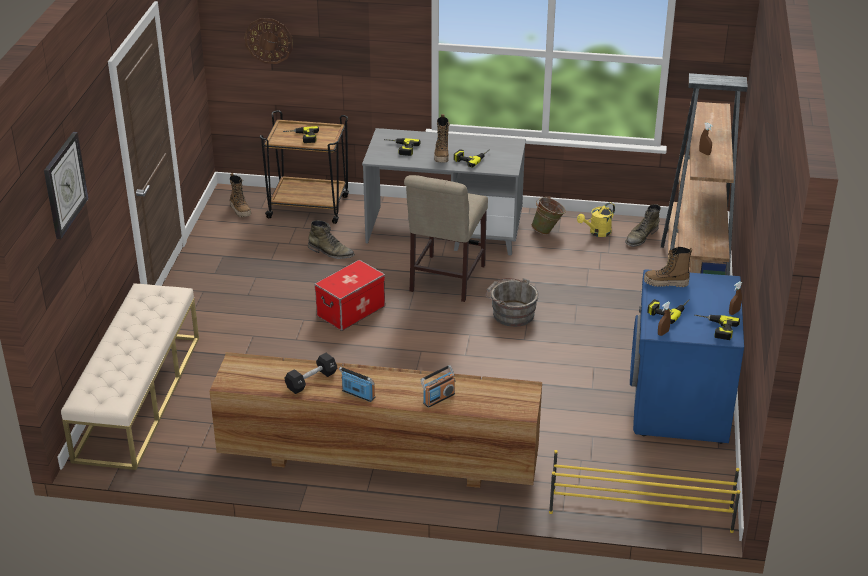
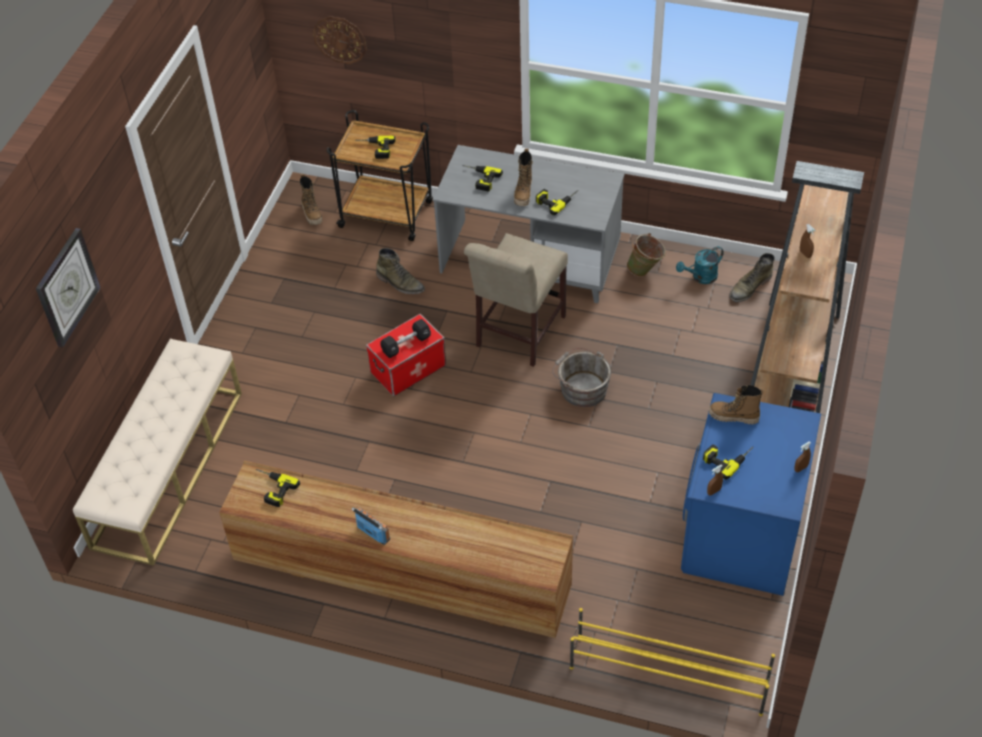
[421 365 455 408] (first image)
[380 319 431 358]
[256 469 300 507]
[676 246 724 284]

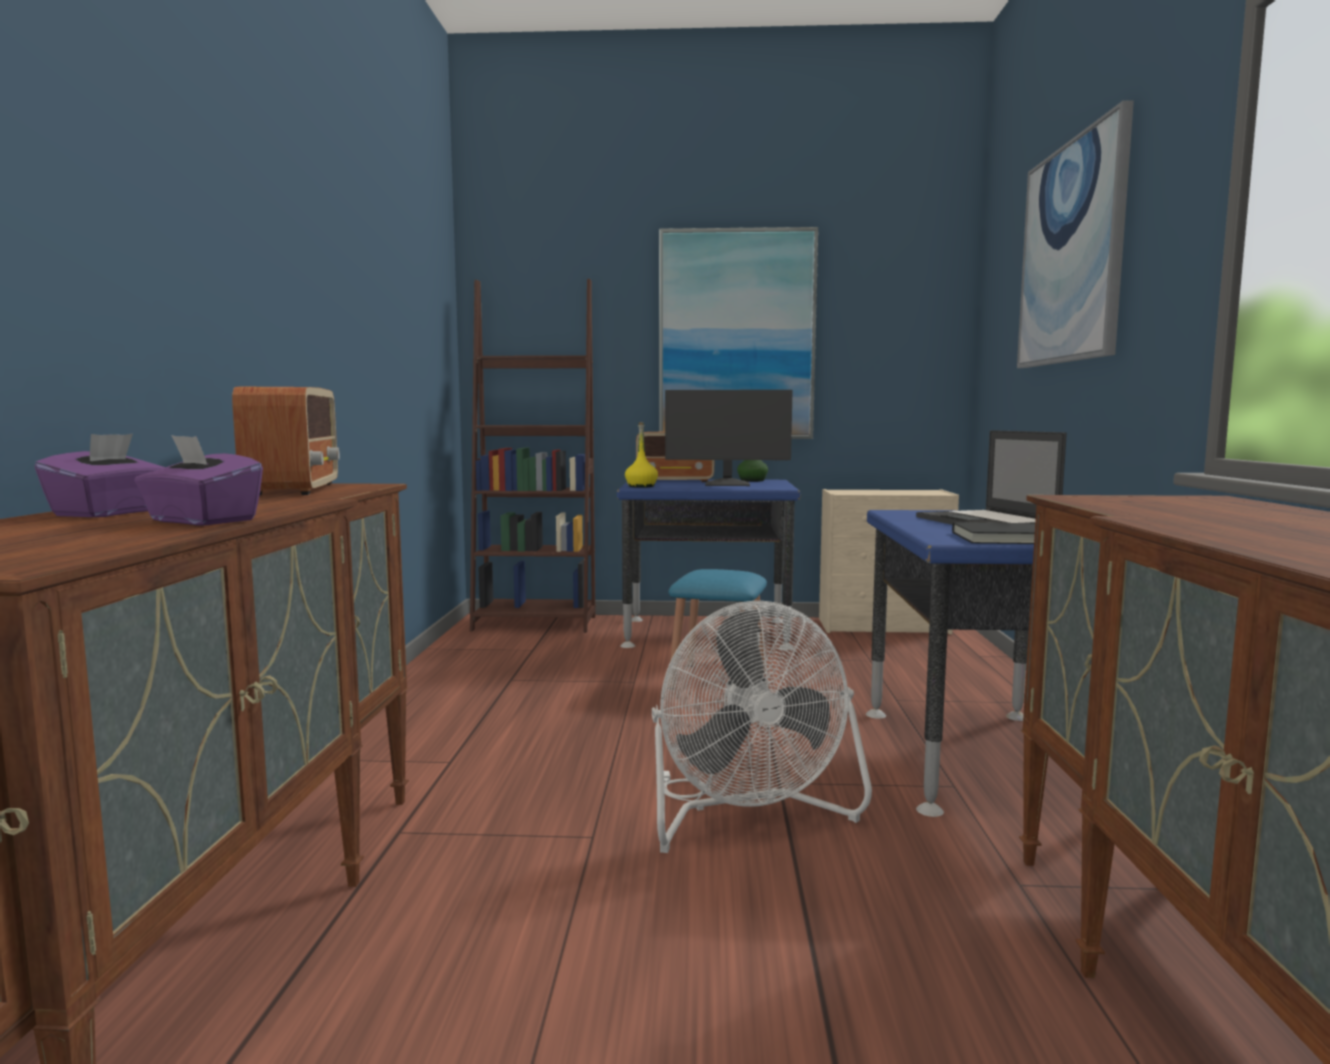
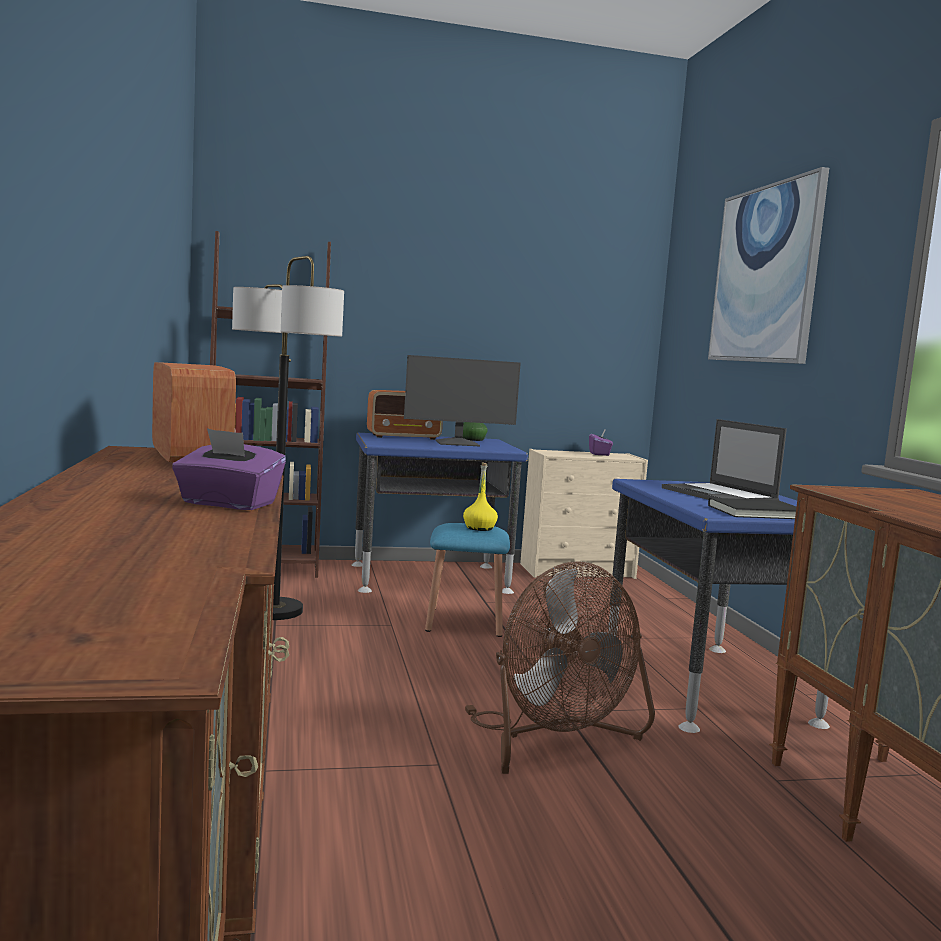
[659 227 818 439] (first image)
[232 256 344 620]
[589 429 613 456]
[463 463 498 531]
[465 562 655 774]

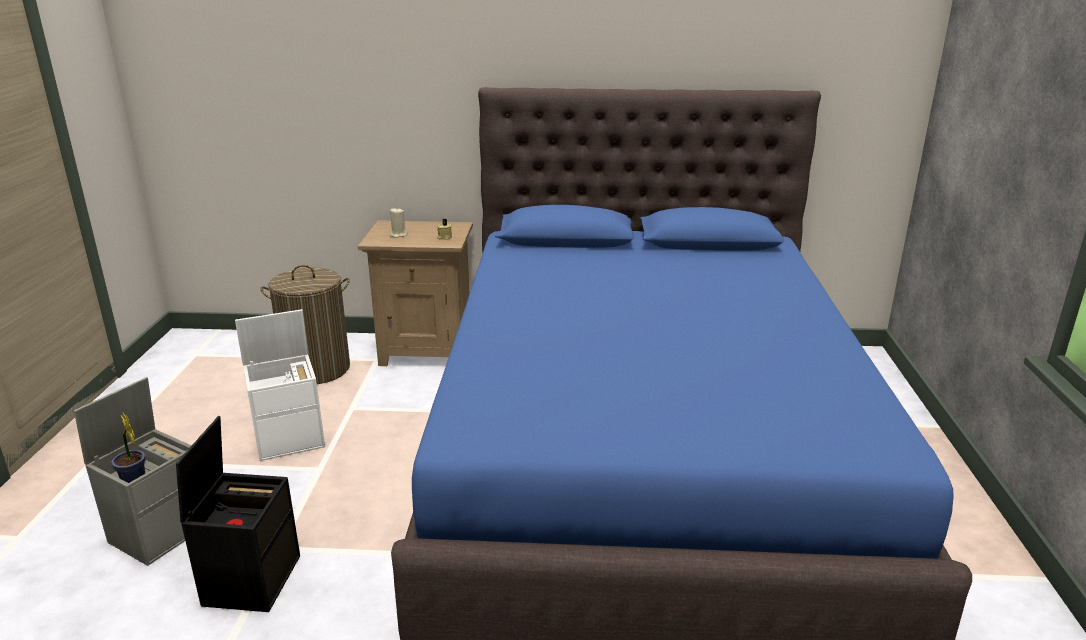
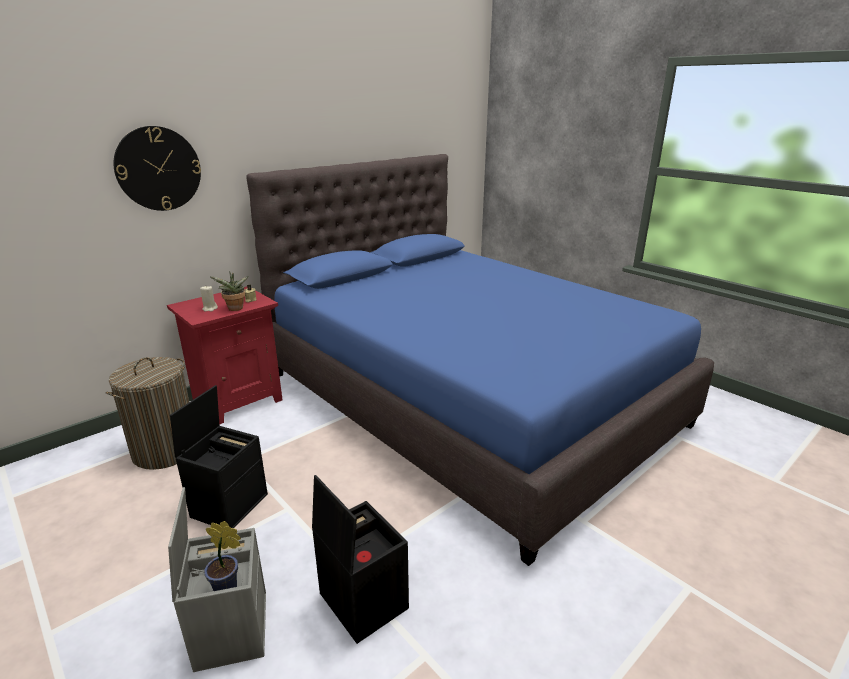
[114 126 201 211]
[210 271 249 311]
[170 385 268 528]
[167 287 283 425]

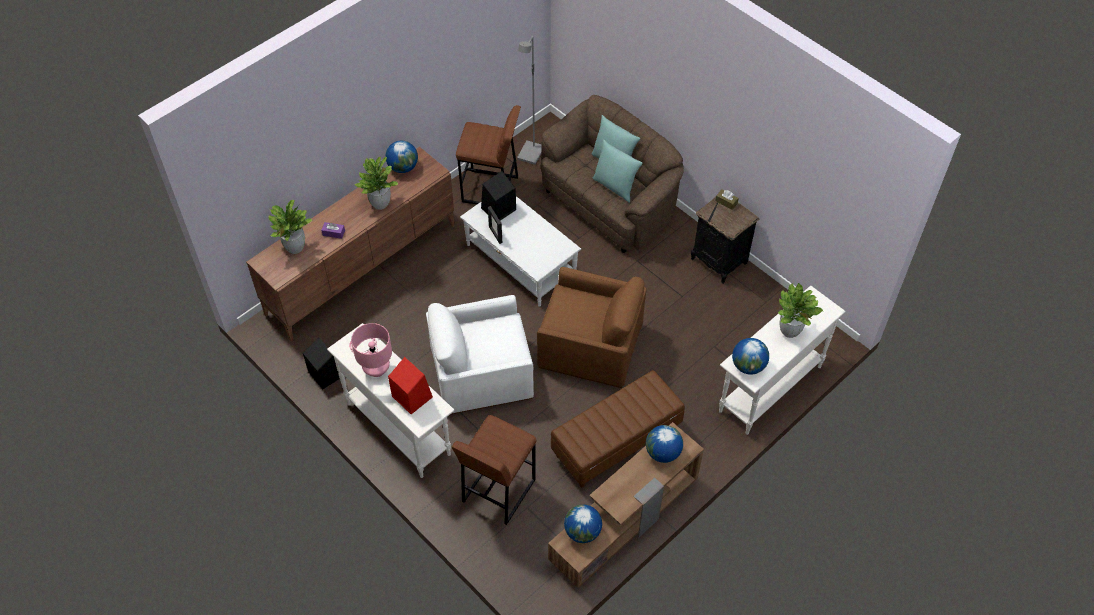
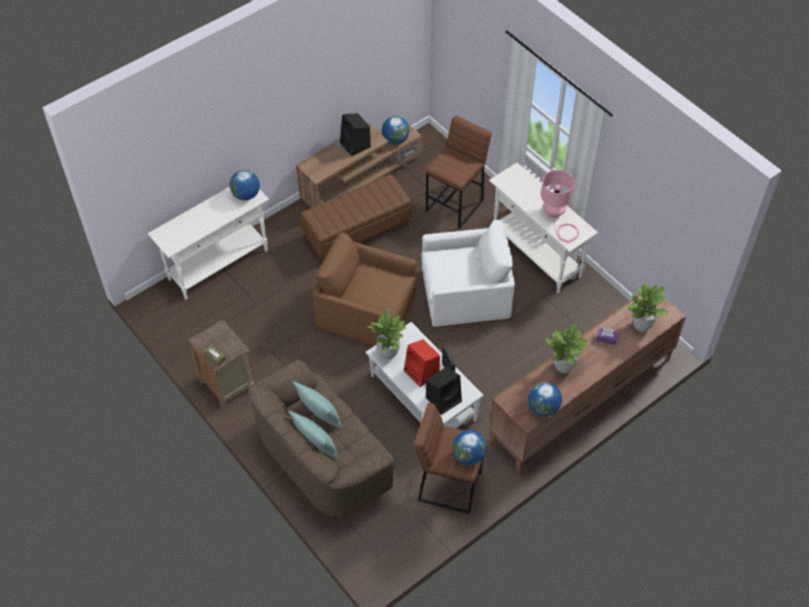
[517 36 542 165] (first image)
[340 113 371 156]
[404 339 440 387]
[452 430 487 465]
[367 308 407 359]
[188 320 254 409]

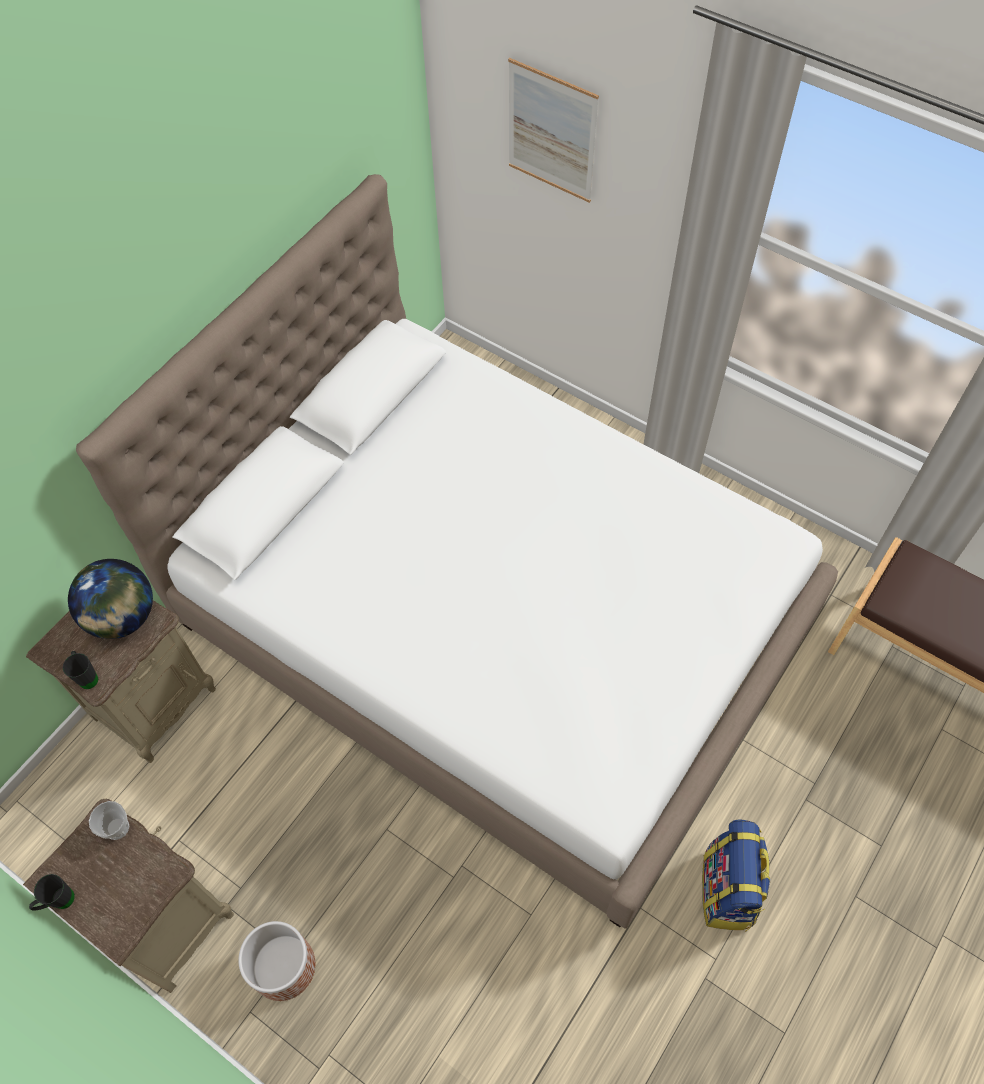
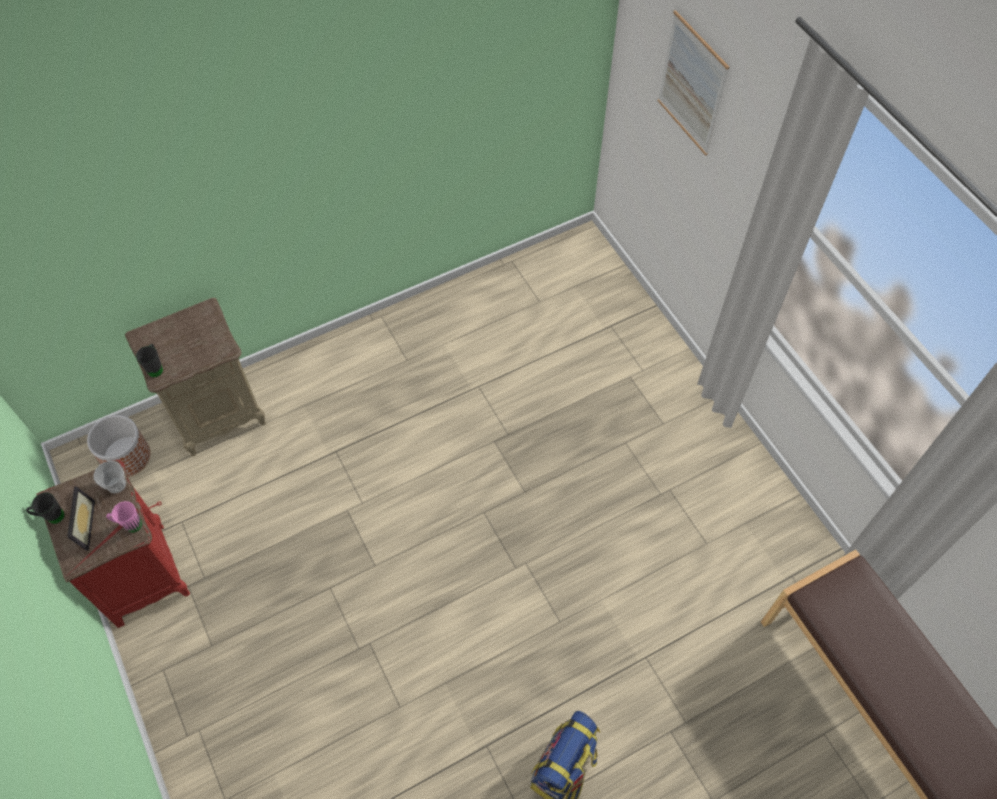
[68 559 153 639] (first image)
[76 174 838 929] (first image)
[67 486 95 551]
[106 501 142 533]
[87 415 150 477]
[37 460 190 628]

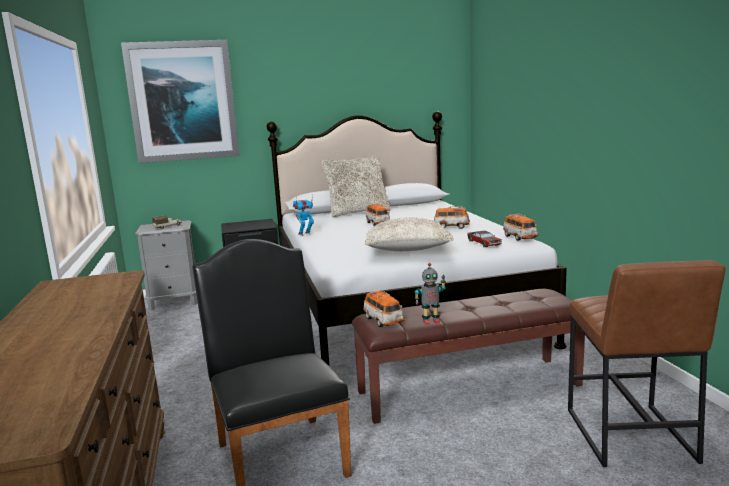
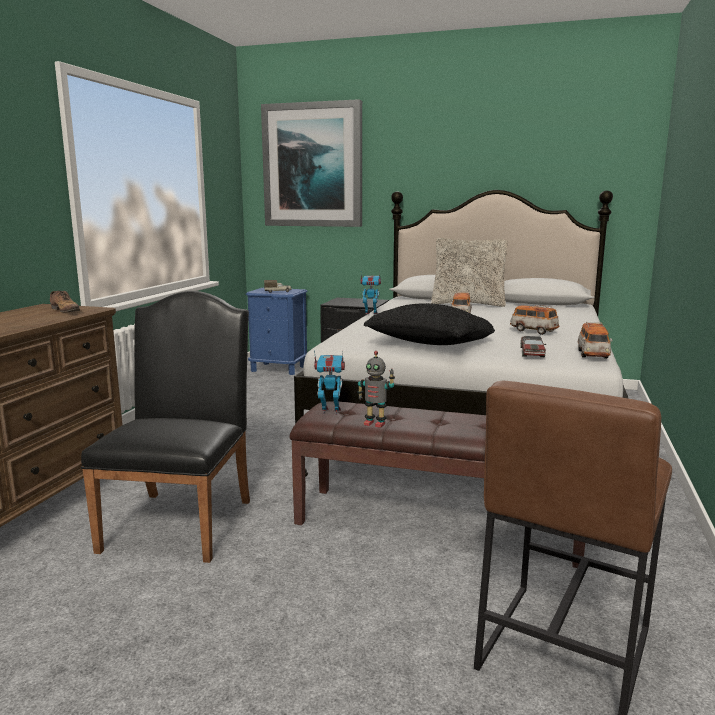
[50 291 80 312]
[314 350 345 415]
[246 288 308 375]
[364 303 495 345]

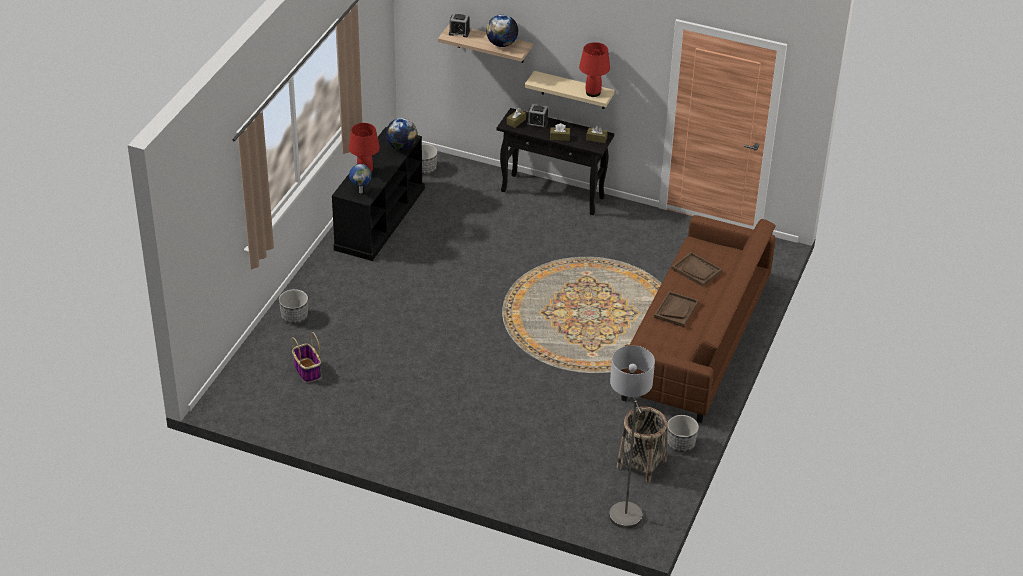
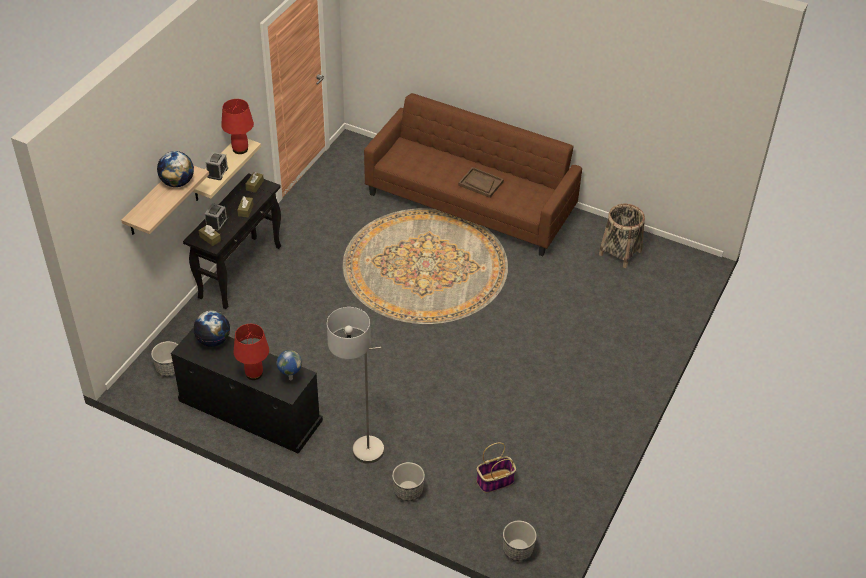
[671 252 722 287] (first image)
[205 152 228 180]
[327 307 384 464]
[503 521 537 561]

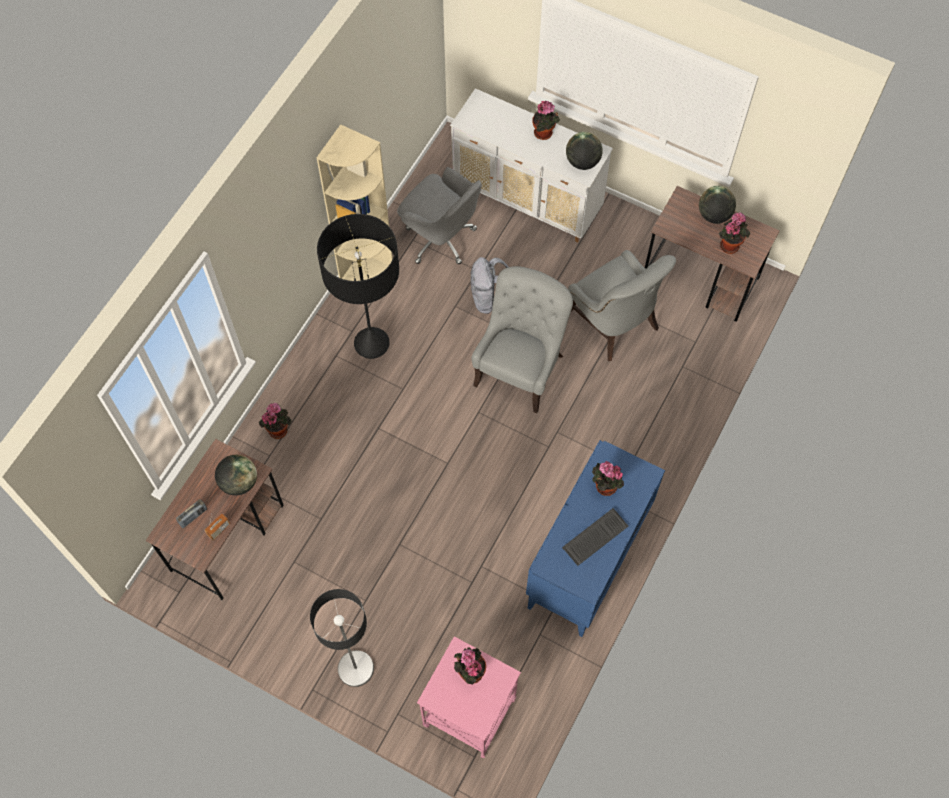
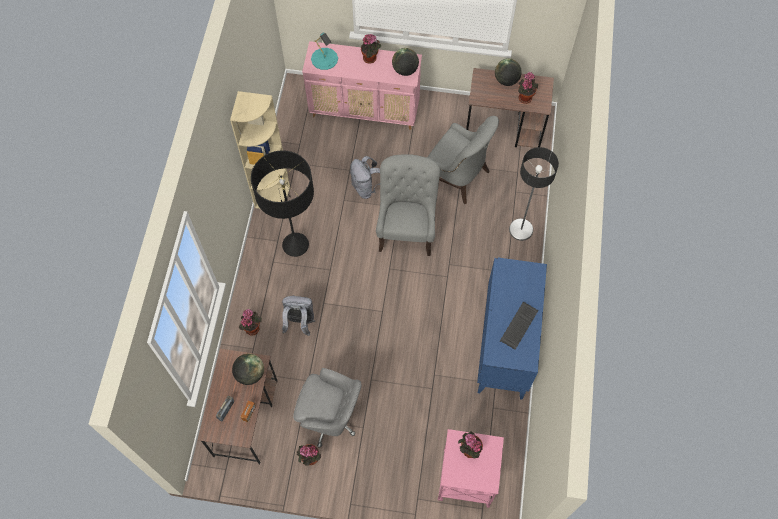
[282 295 315 336]
[311 32 338 70]
[509 147 559 241]
[293 368 361 448]
[297 444 322 466]
[302 41 422 130]

